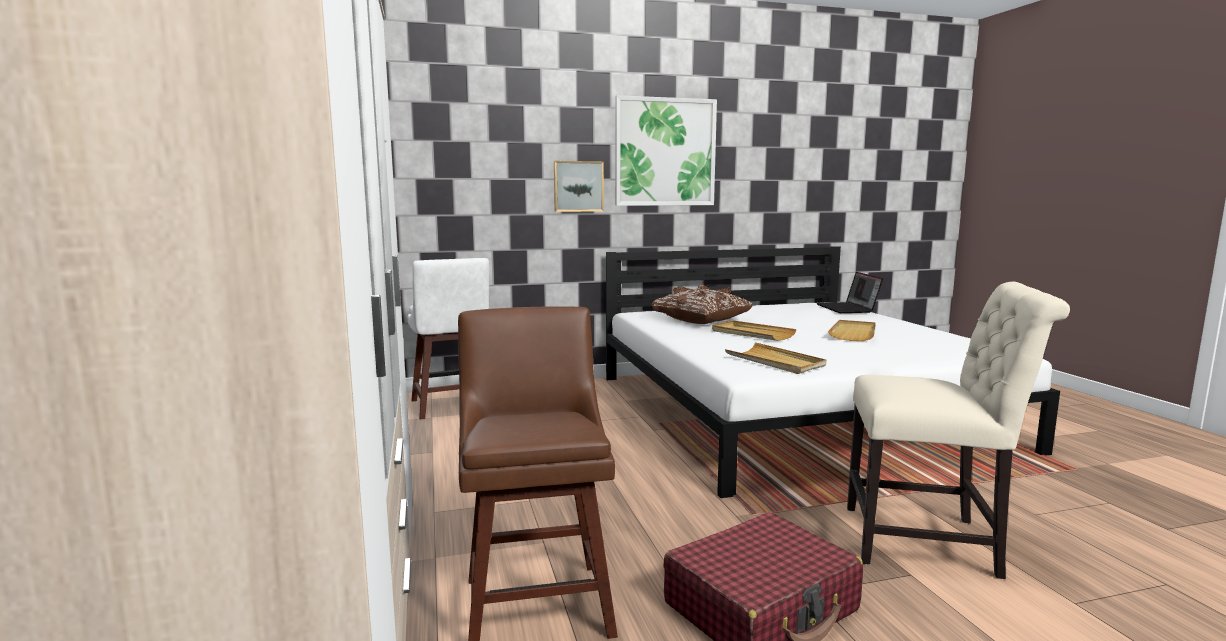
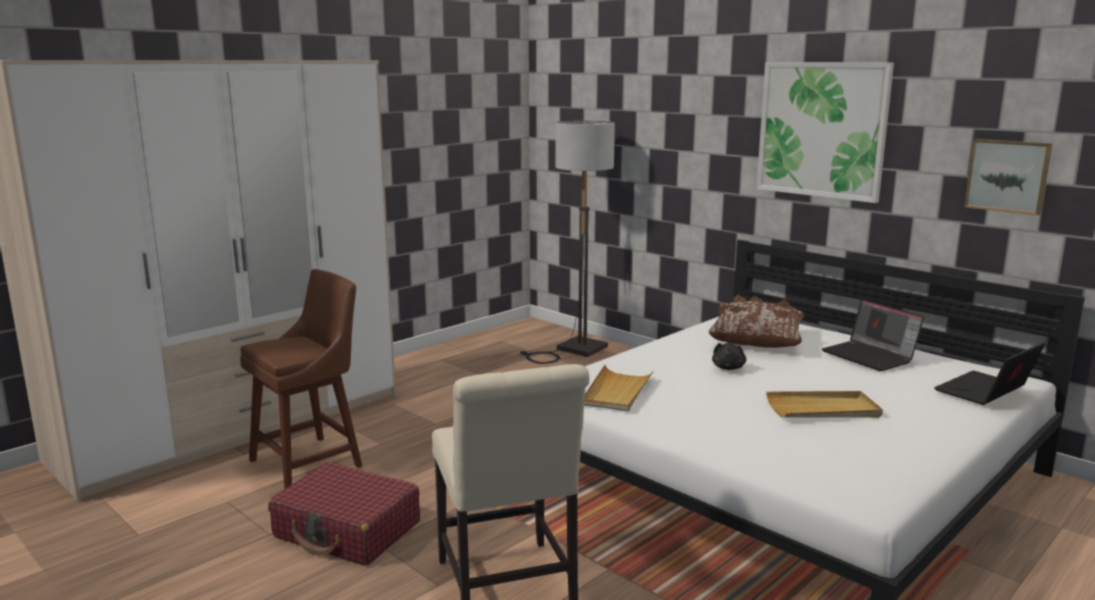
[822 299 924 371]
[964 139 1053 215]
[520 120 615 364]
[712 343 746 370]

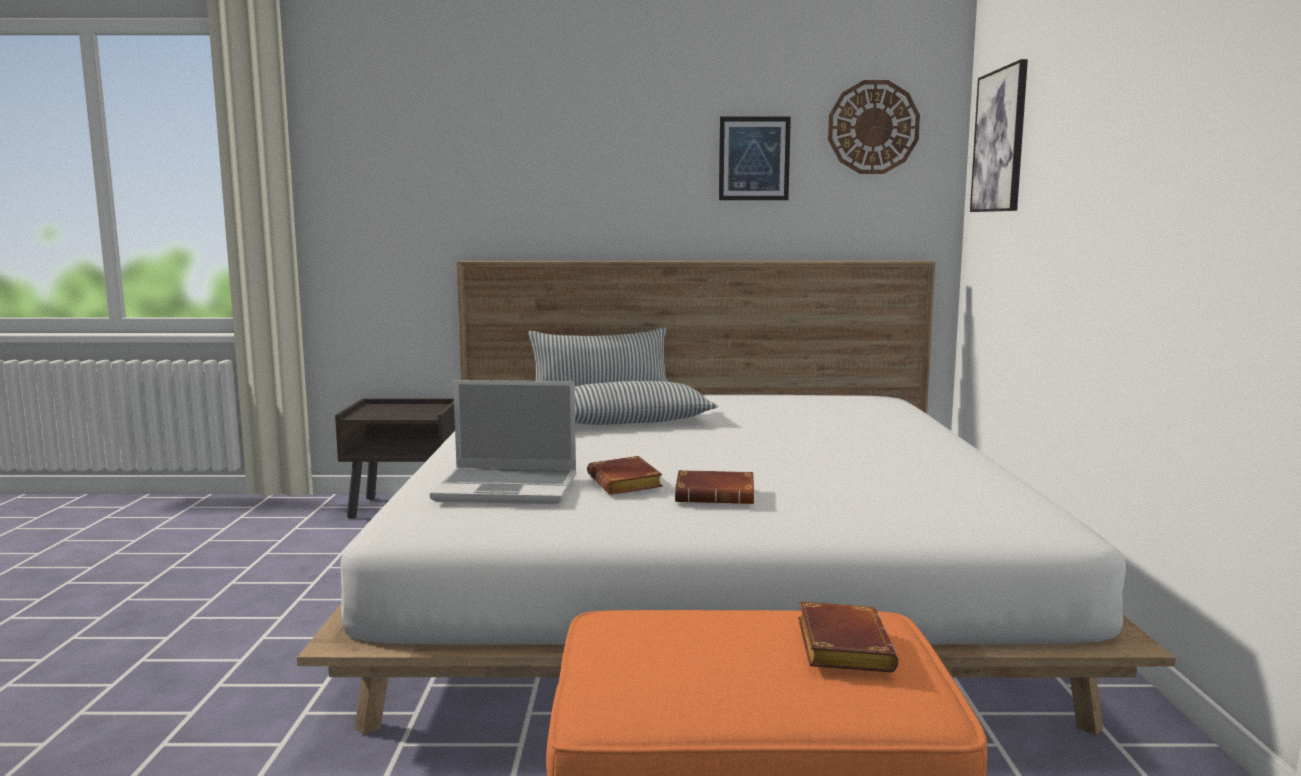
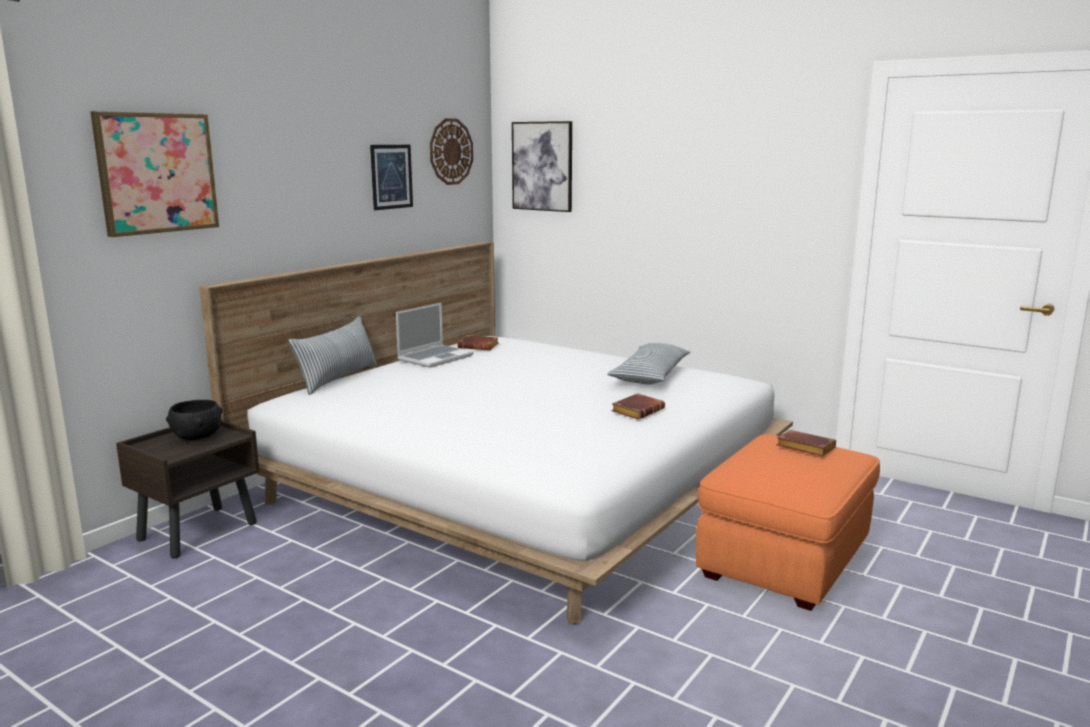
[90 111 219 237]
[166 400 223 440]
[396 303 474 368]
[607 343 690 385]
[458 335 498 350]

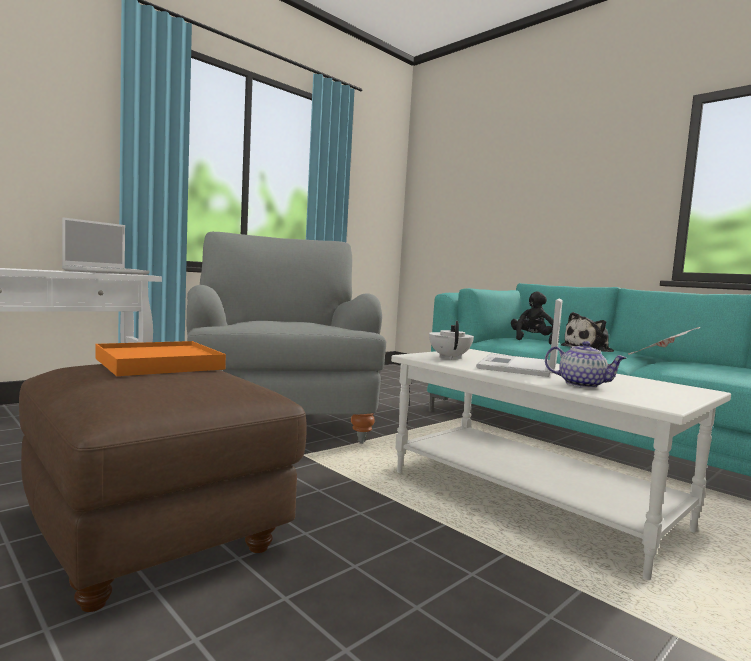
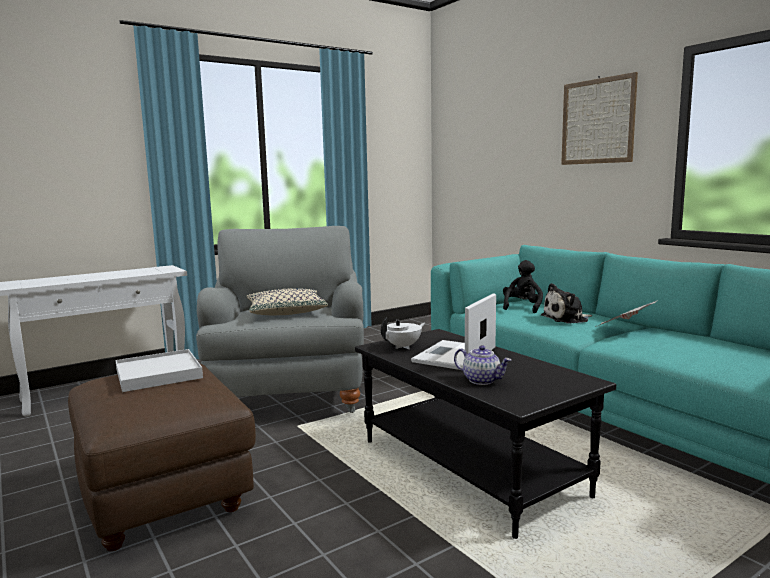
[62 217 149 275] (first image)
[247 288 328 315]
[561 72 638 165]
[115 349 203 392]
[355 329 616 539]
[381 318 425 349]

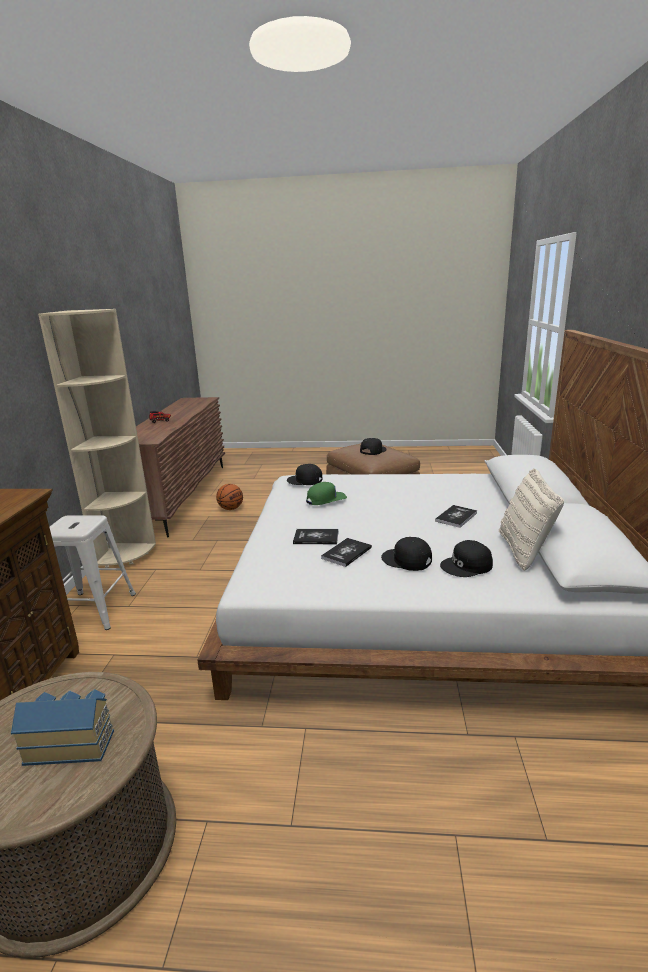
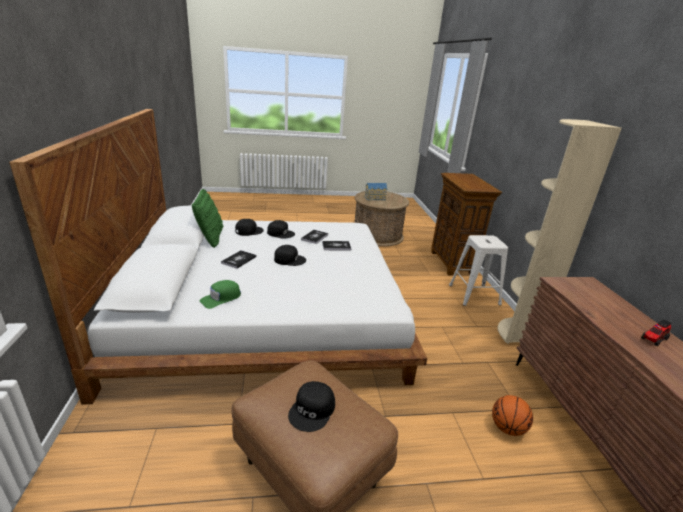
[274 245 306 266]
[199 280 241 309]
[192 189 224 248]

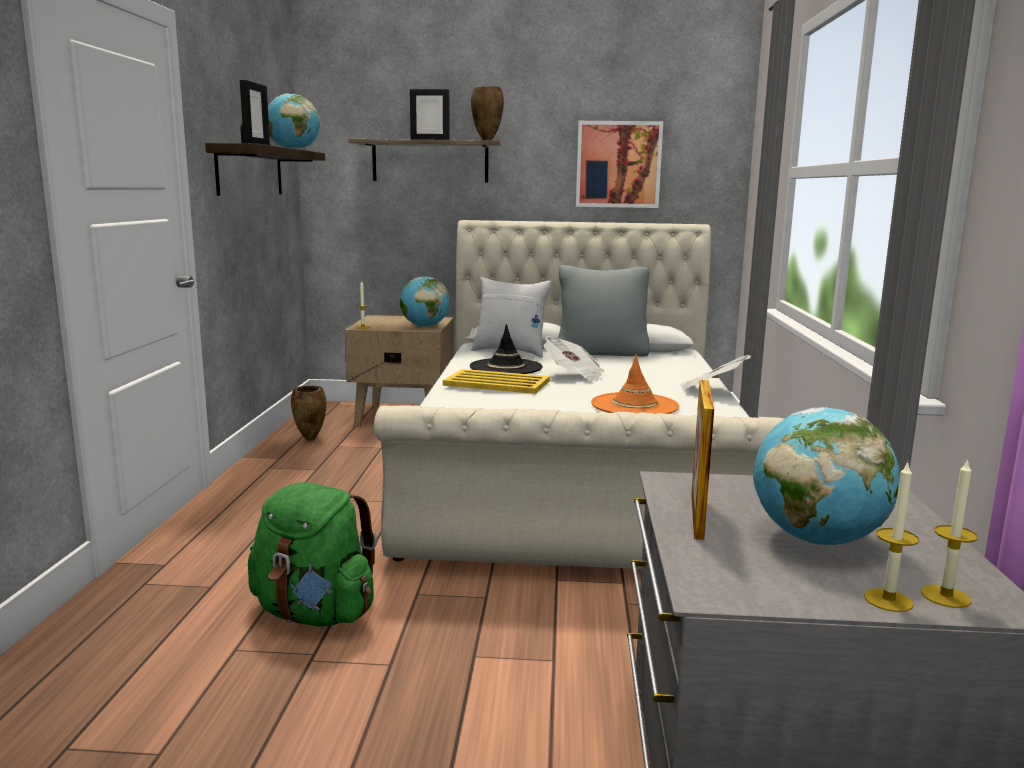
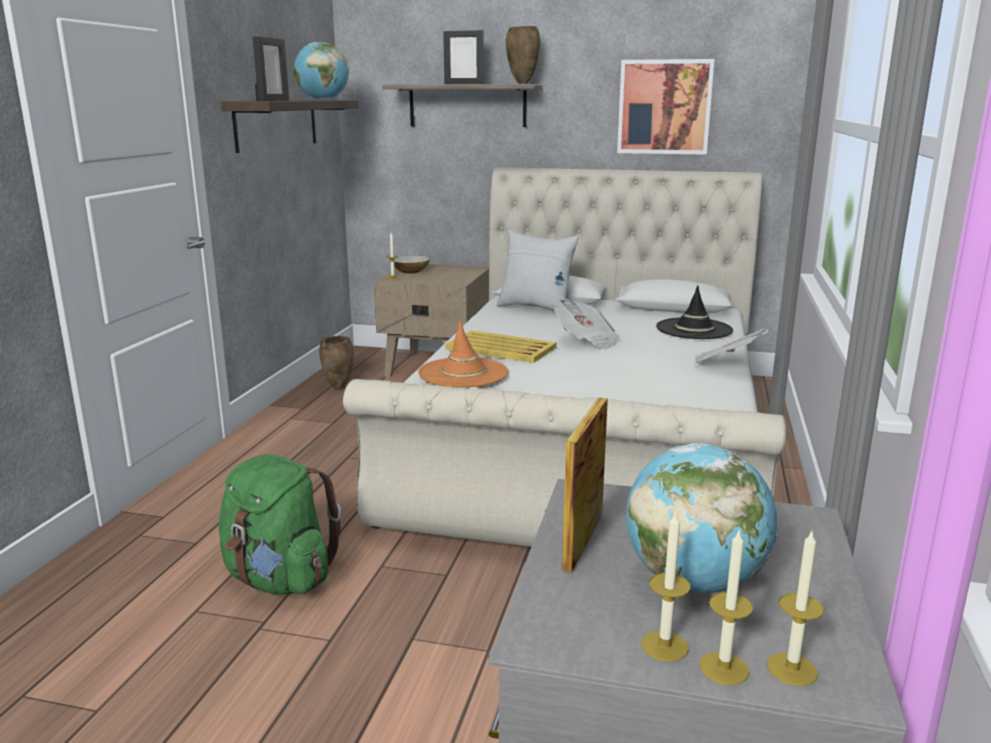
[400 277 450 327] (first image)
[558 265 650 356] (first image)
[390 255 431 274]
[641 511 691 662]
[656 285 733 339]
[418 321 508 388]

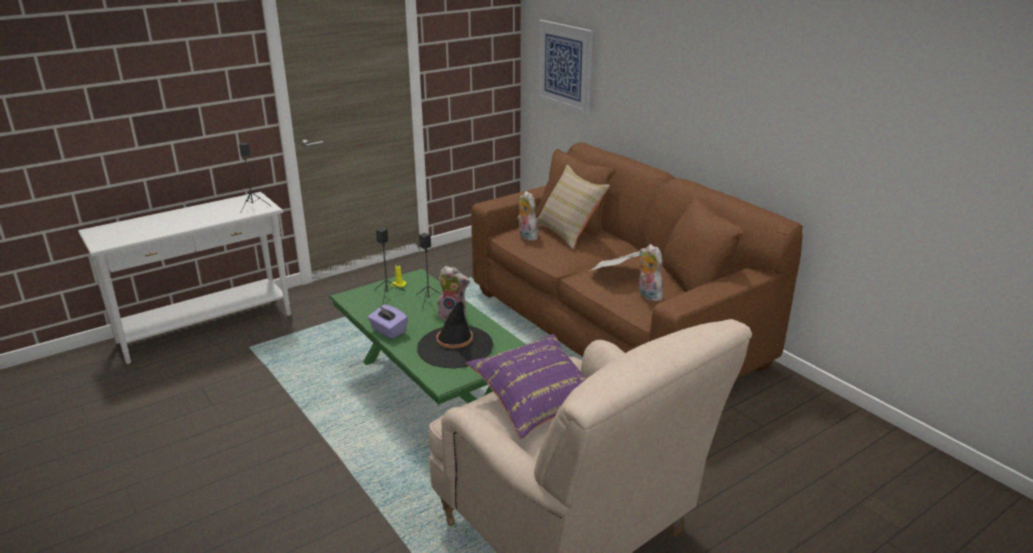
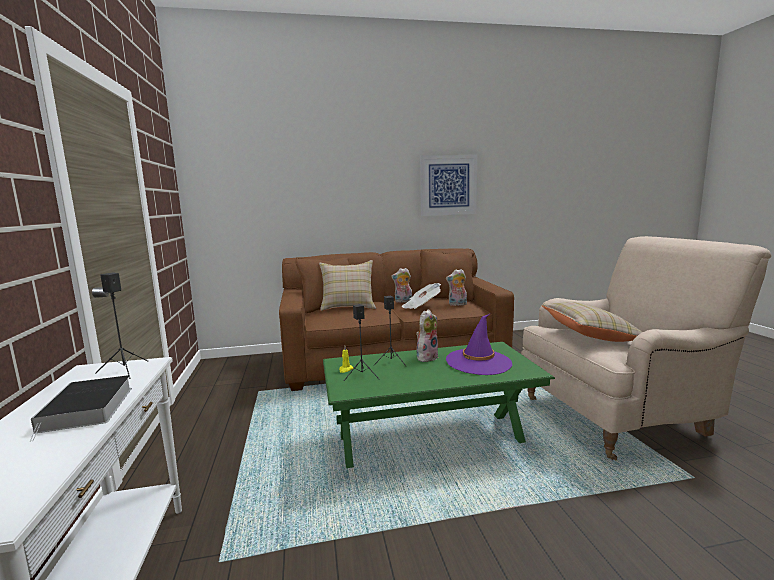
[368 305 408 339] (first image)
[30 375 132 442]
[391 268 412 303]
[420 155 477 216]
[446 314 512 375]
[541 302 642 342]

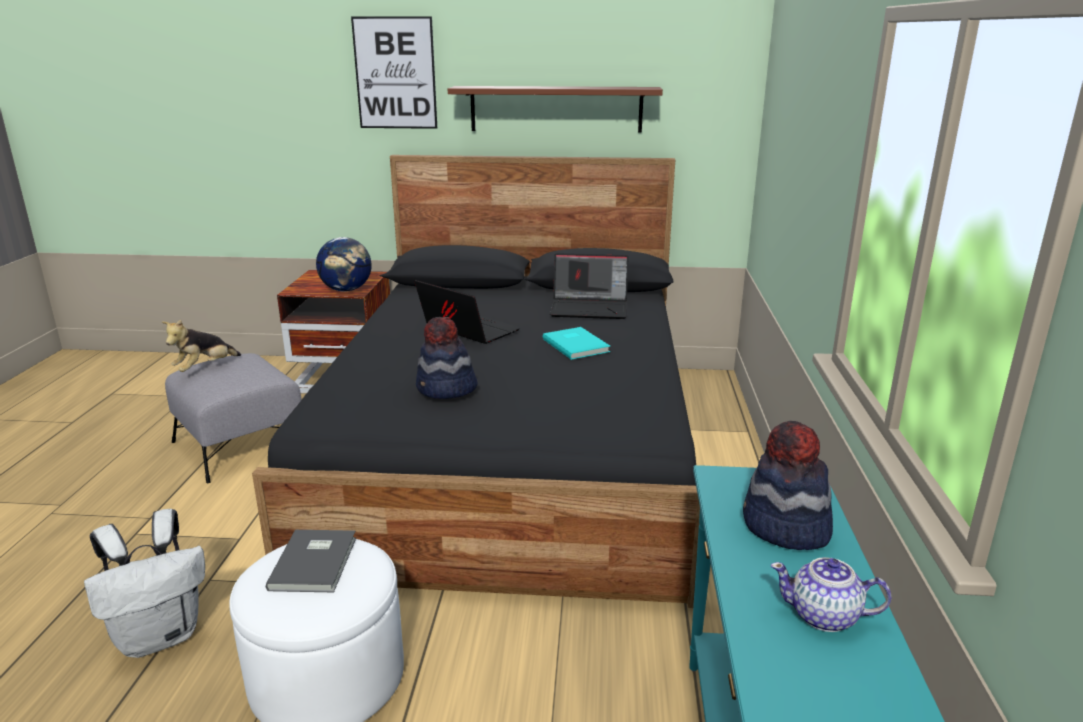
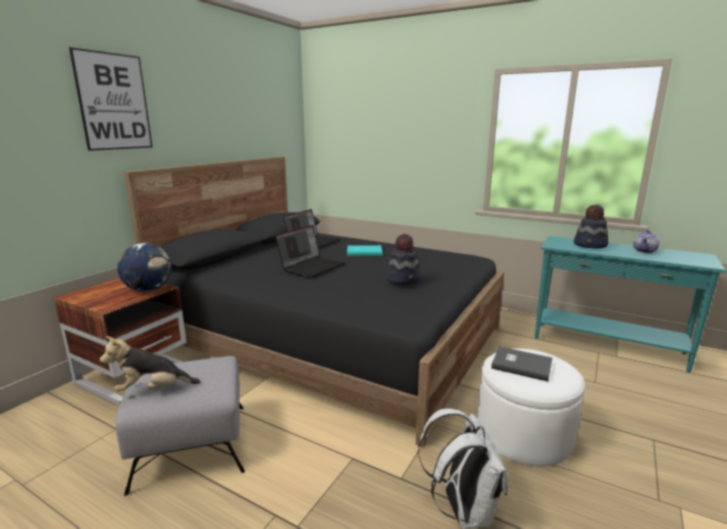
[448 86 663 132] (first image)
[100 336 200 391]
[275 225 346 278]

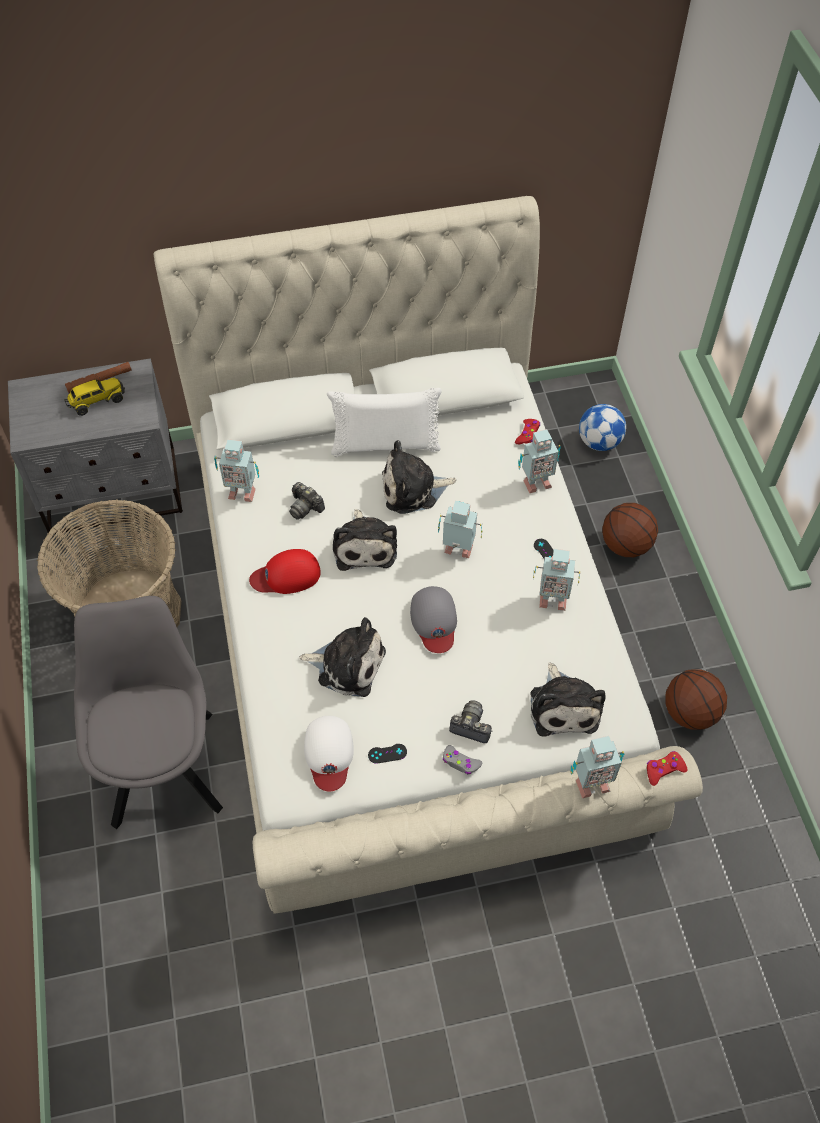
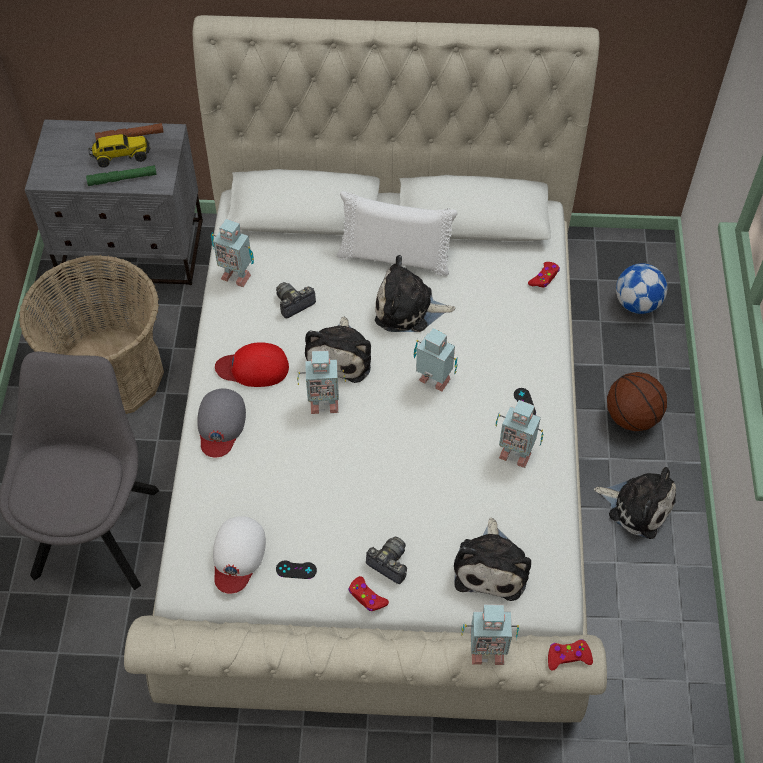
[665 669 727 730] (first image)
[86 165 157 186]
[594 467 676 539]
[197 388 246 457]
[297 351 346 414]
[348 576 389 611]
[276 282 316 318]

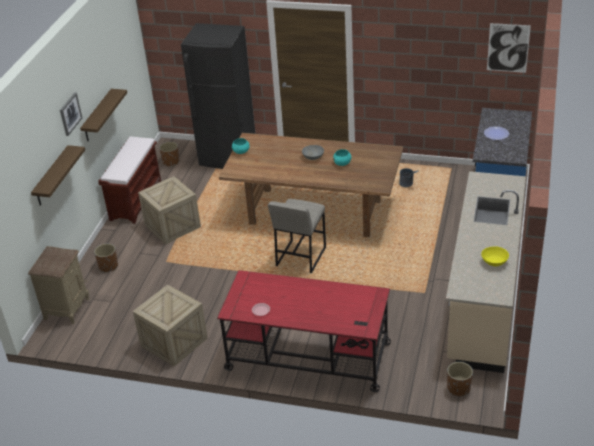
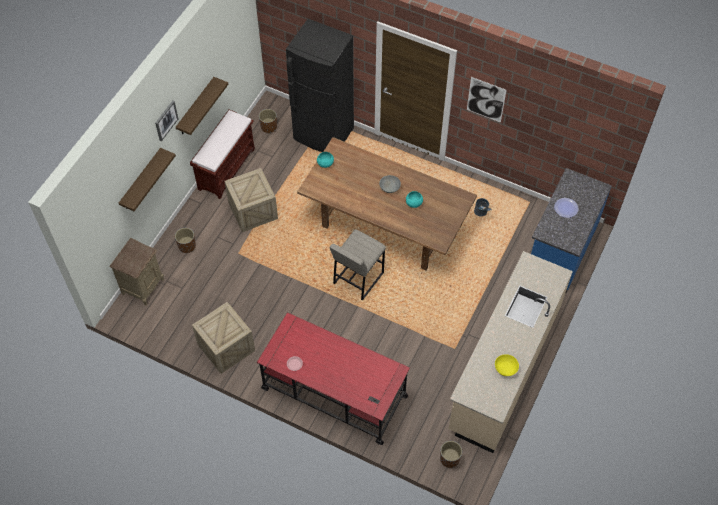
[467 77 507 123]

